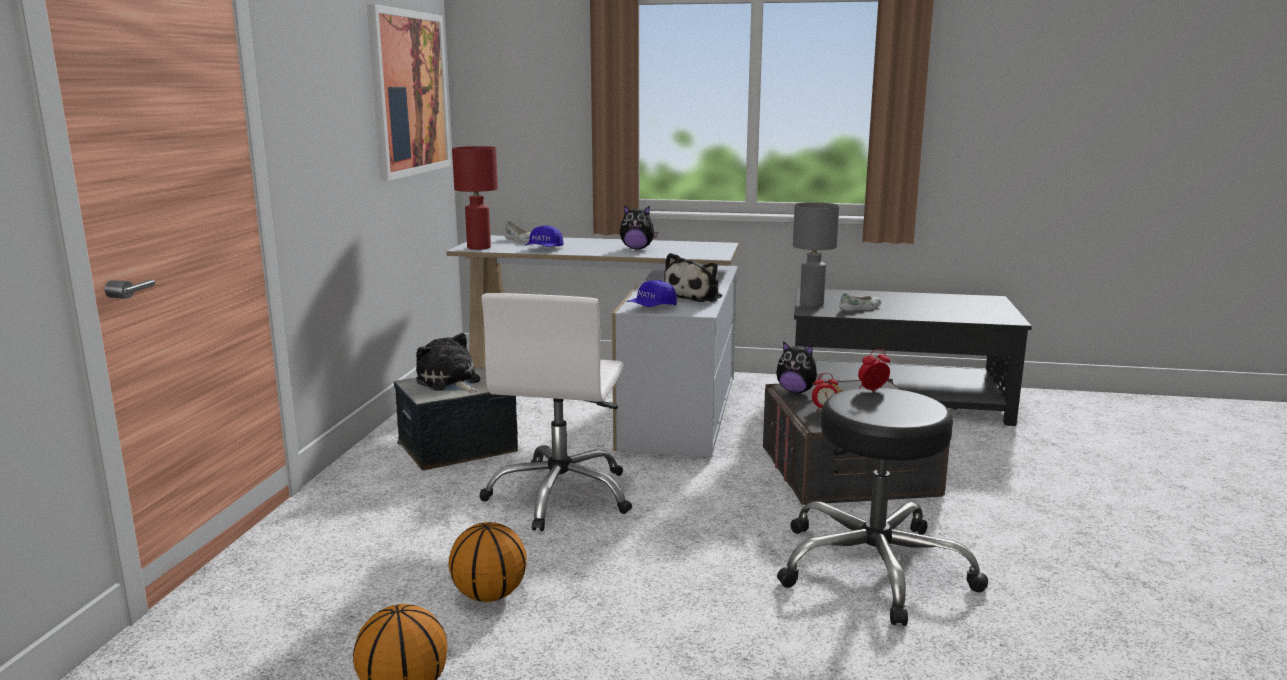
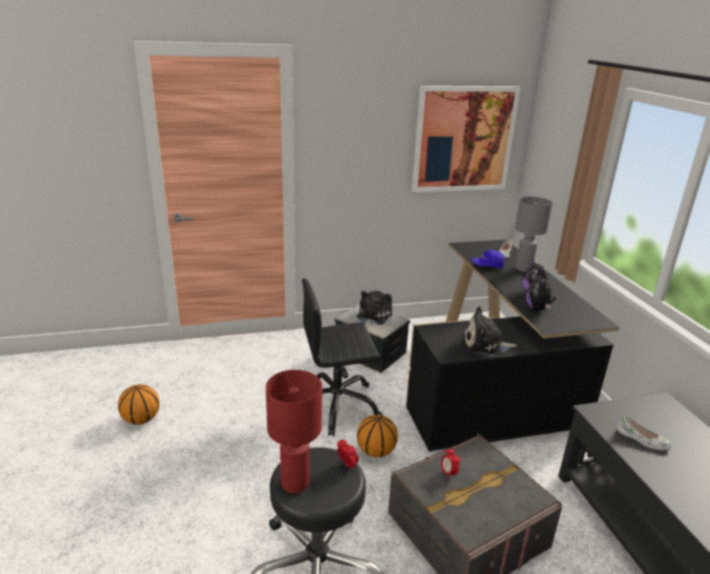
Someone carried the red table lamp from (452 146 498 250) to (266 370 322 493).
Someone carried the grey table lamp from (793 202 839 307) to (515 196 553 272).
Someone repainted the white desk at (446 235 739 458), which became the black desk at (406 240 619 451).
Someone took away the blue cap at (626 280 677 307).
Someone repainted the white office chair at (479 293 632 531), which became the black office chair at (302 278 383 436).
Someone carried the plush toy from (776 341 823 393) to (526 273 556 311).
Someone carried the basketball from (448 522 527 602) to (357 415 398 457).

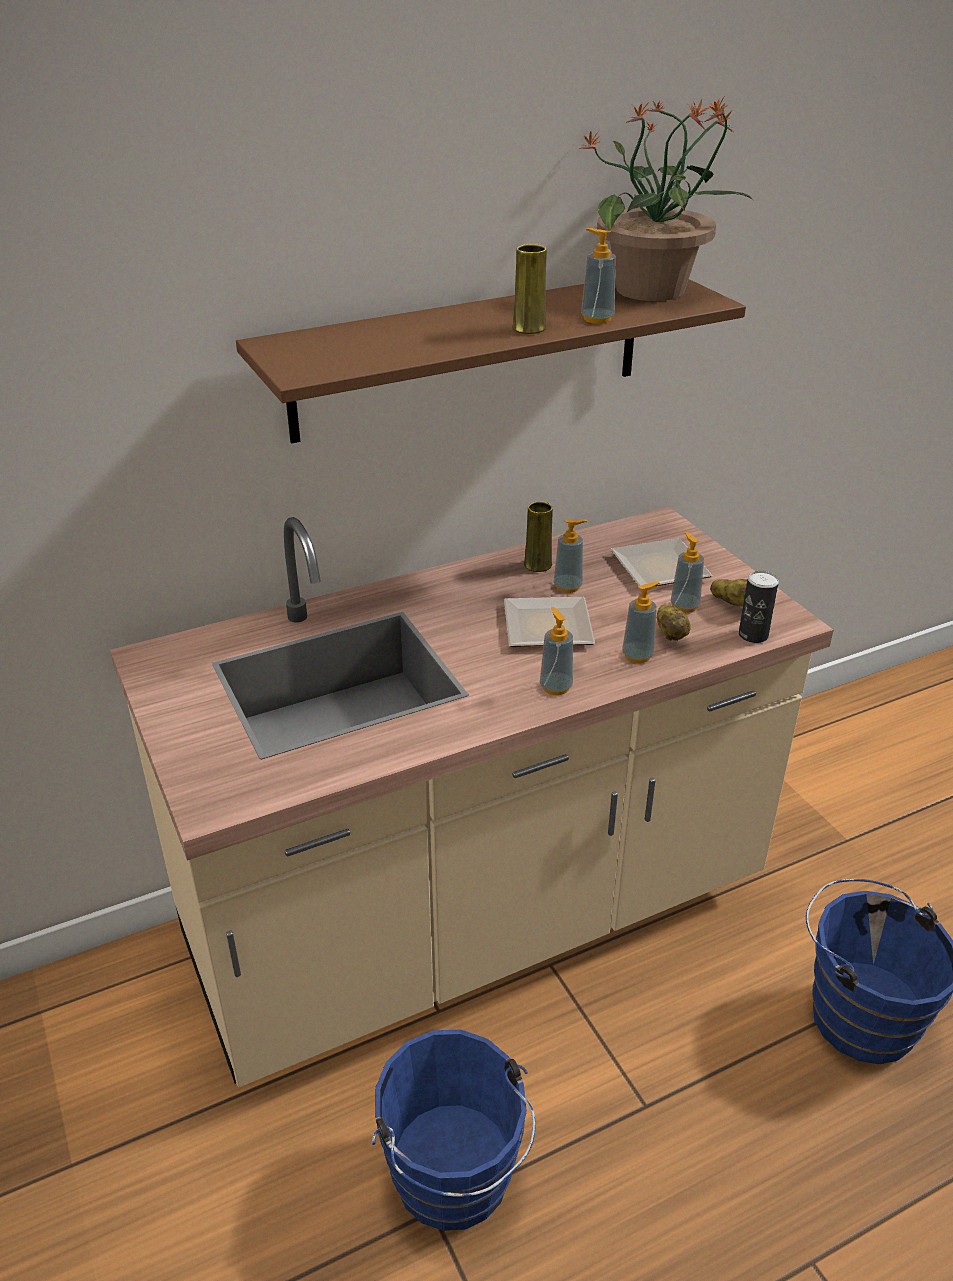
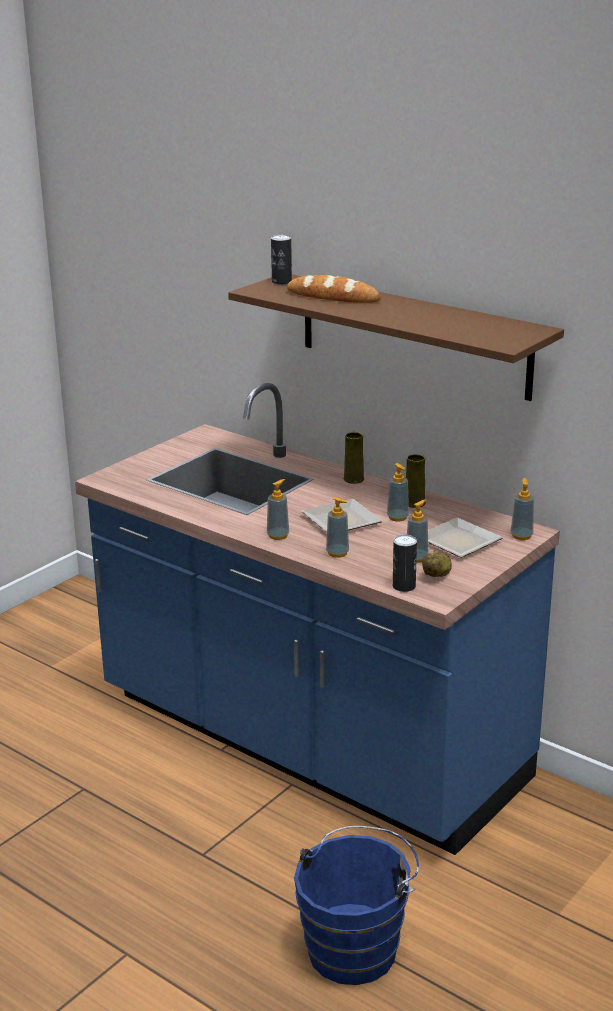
Someone took away the potted plant at (578 97 753 301).
Someone carried the soap dispenser from (581 228 616 324) to (510 478 534 540).
Someone carried the yellow vase from (512 244 547 334) to (344 432 364 484).
Someone repainted the beige counter at (110 507 834 1087), which became the blue counter at (75 383 560 855).
Someone took away the potato at (656 604 691 641).
Someone took away the blue bucket at (372 1030 535 1231).
Someone put down the can at (271 234 292 285).
Someone put down the bread at (287 275 381 303).

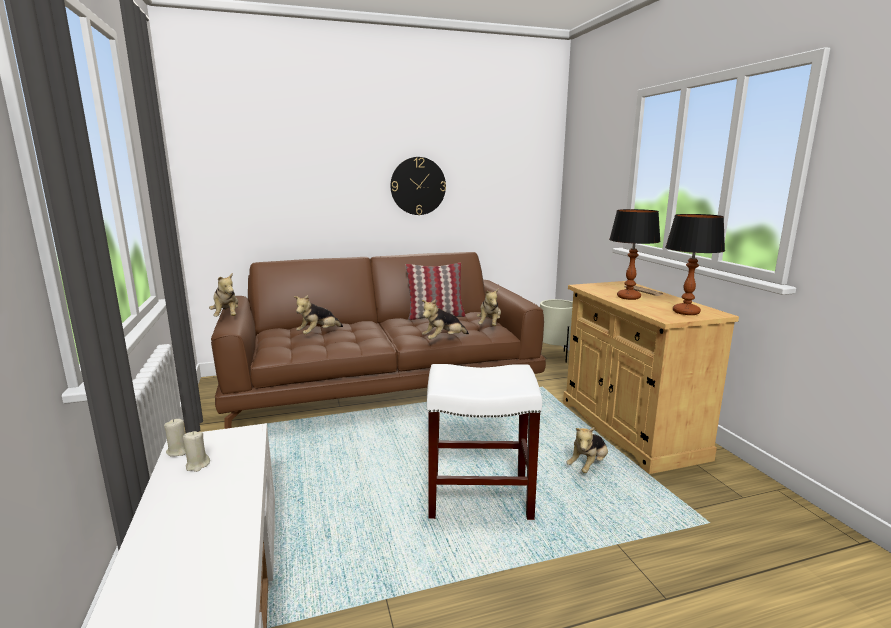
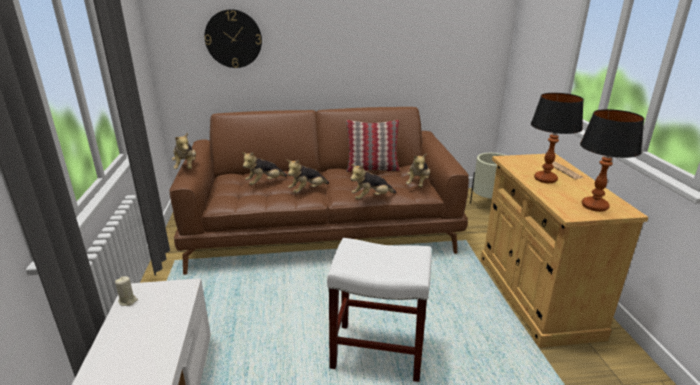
Someone carried the wall clock from (390 157 446 215) to (204 9 262 68).
Someone carried the plush toy from (566 427 608 473) to (287 160 329 193).
Someone took away the beige candle at (183 431 210 472).

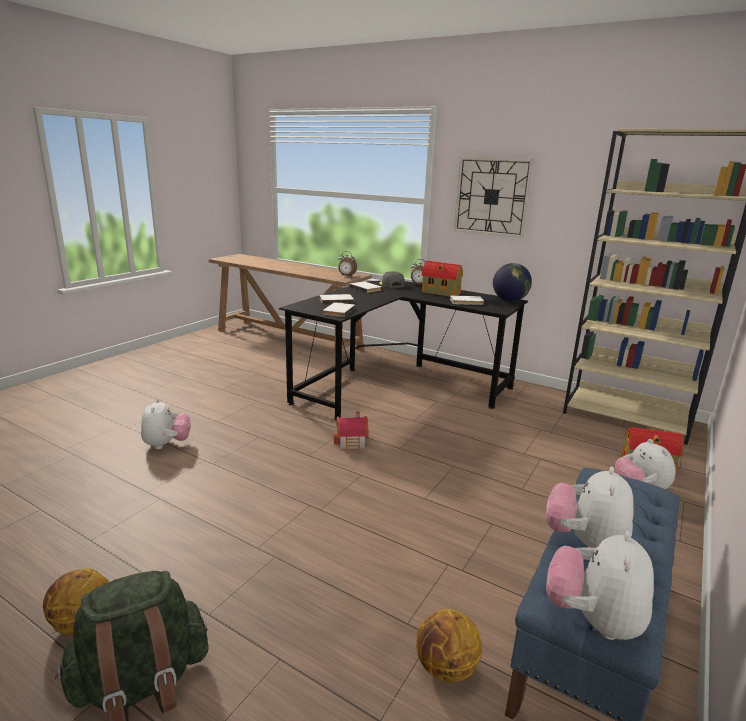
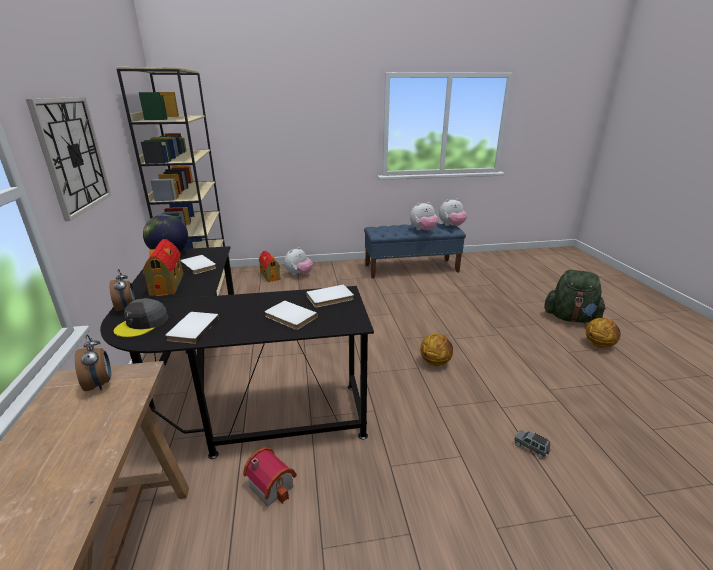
Someone swapped the plush toy at (141 399 191 450) for the grey toy car at (514 431 551 459).
Someone carried the toy house from (334 411 368 453) to (243 447 297 507).
Someone carried the basketball from (416 609 481 683) to (420 334 453 366).

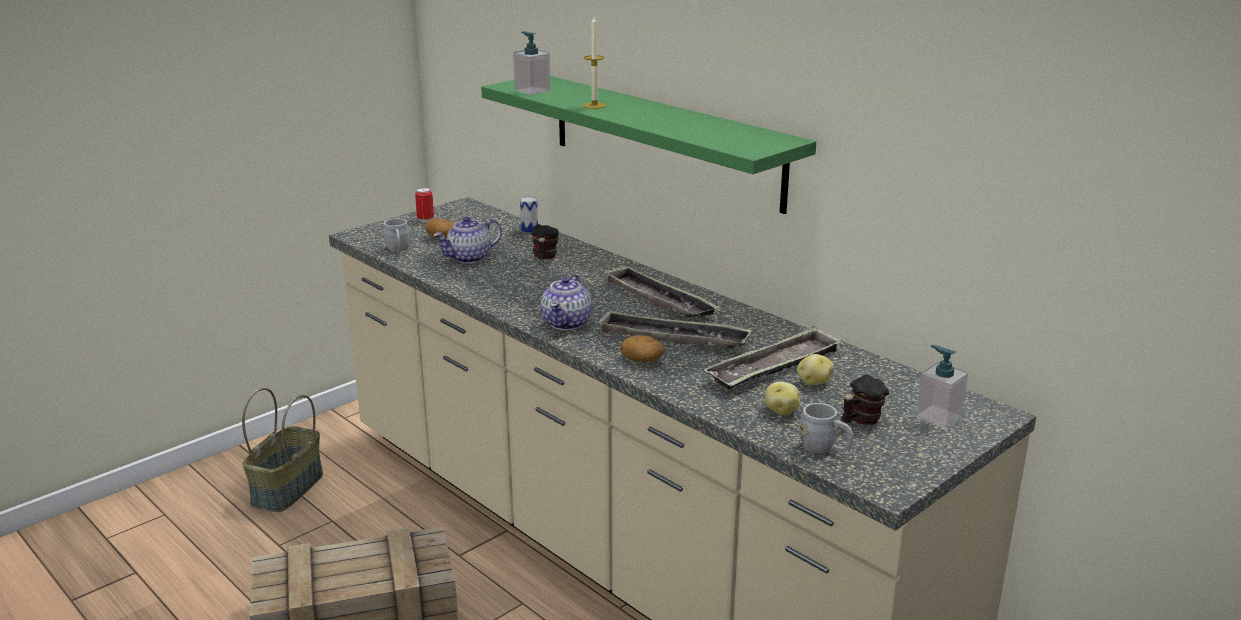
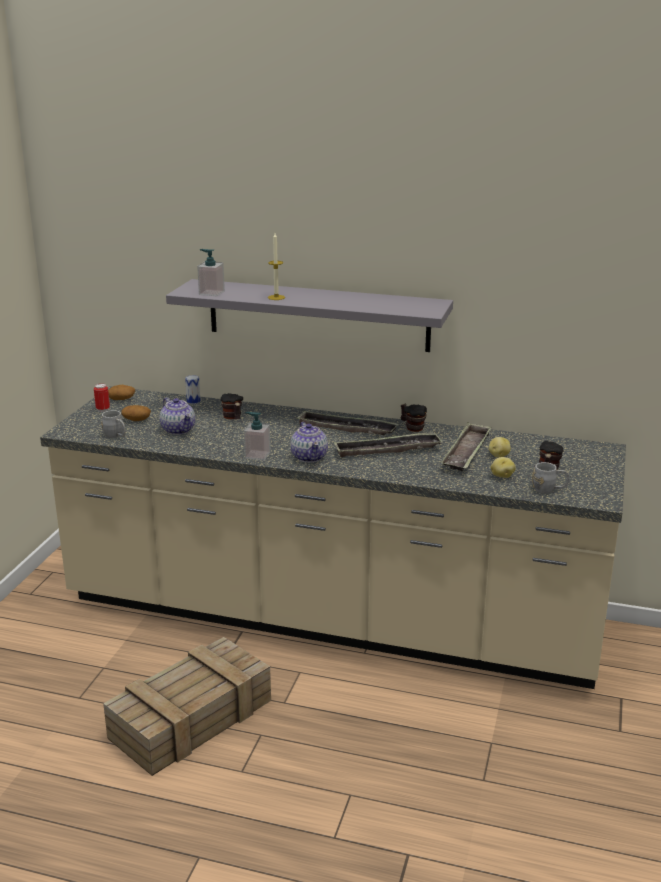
Someone repainted the green shelf at (481 76 816 214), which became the grey shelf at (166 279 453 352).
Someone rotated the teapot at (434 217 502 263) by 60 degrees counterclockwise.
Someone carried the potato from (621 335 665 362) to (108 385 135 400).
Someone carried the soap dispenser from (916 345 968 428) to (244 412 270 460).
Someone took away the basket at (242 388 323 512).
Someone put down the mug at (401 404 427 432).

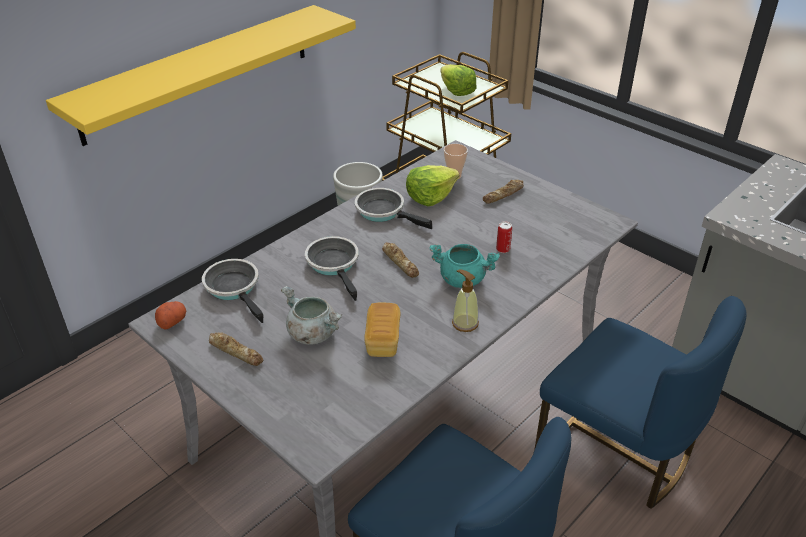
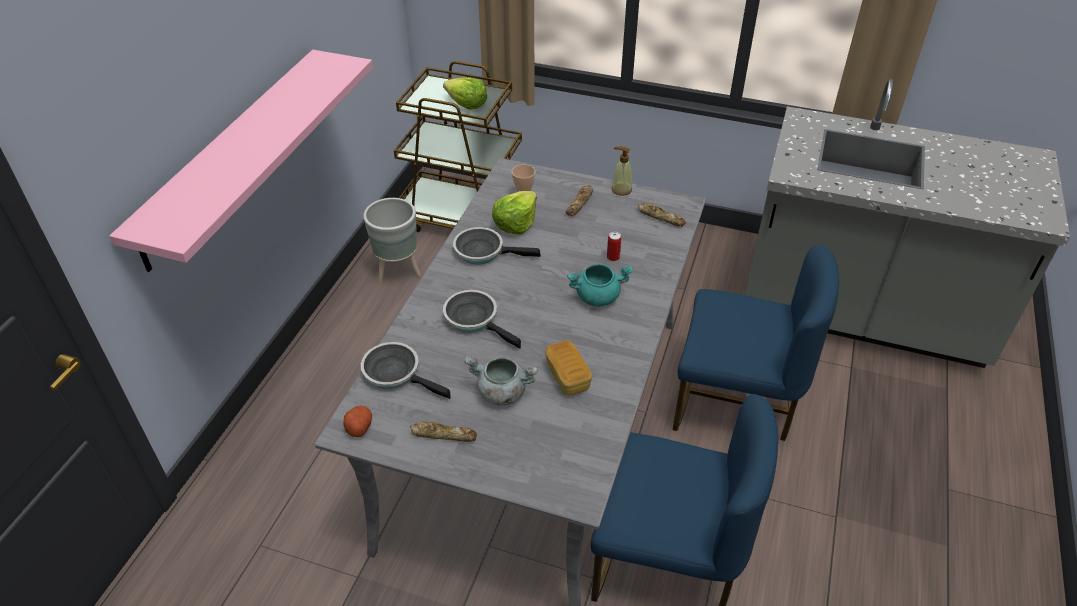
Someone repainted the yellow shelf at (46 5 356 146), which became the pink shelf at (109 50 373 272).
Someone carried the bread from (382 242 419 278) to (638 203 686 227).
Someone carried the soap dispenser from (452 269 479 332) to (611 146 632 196).

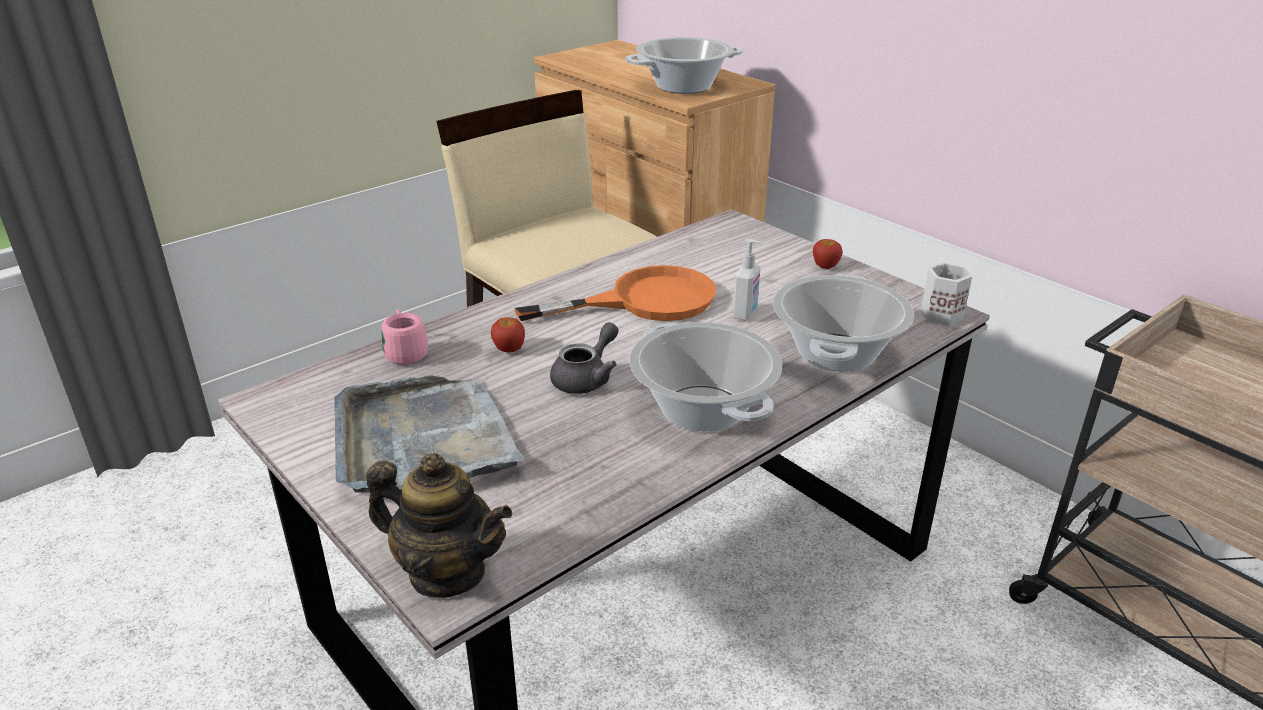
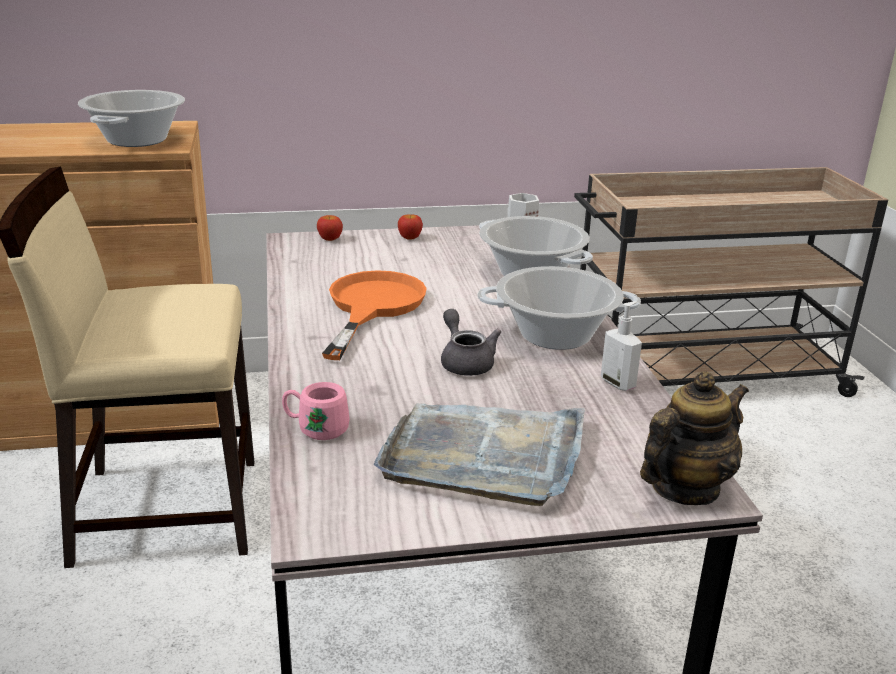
Someone carried the soap dispenser from (733 239 762 320) to (601 301 642 391).
Someone carried the apple from (491 317 525 352) to (317 215 343 241).

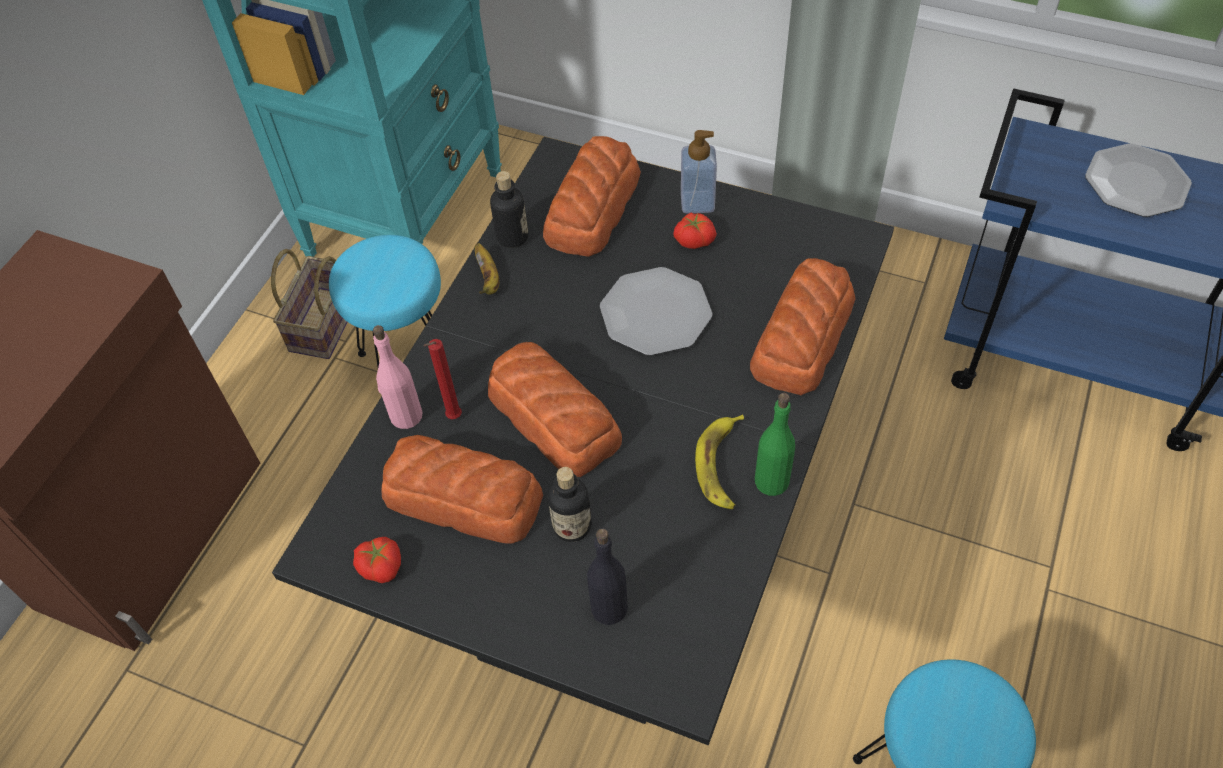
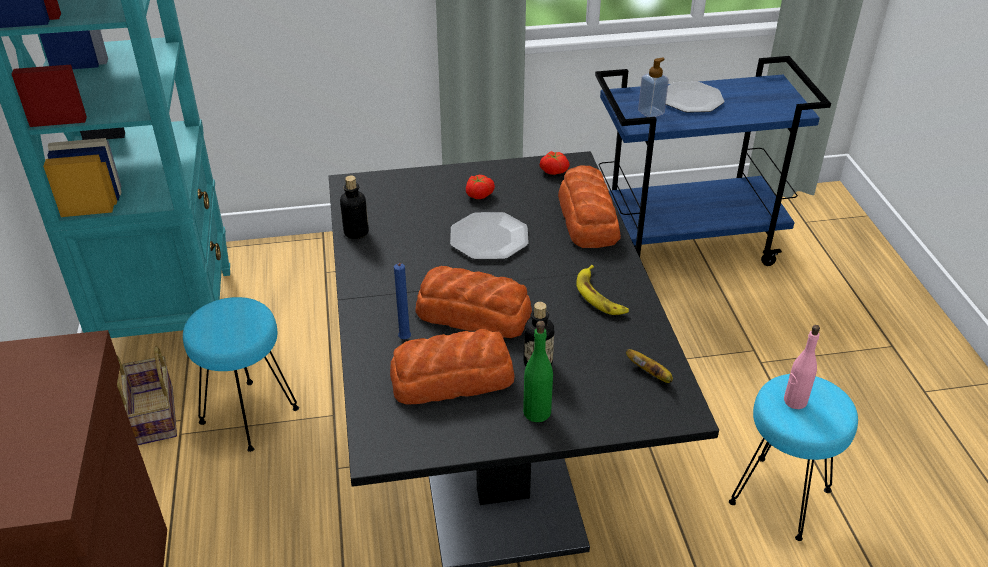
Someone carried the soap dispenser from (681 130 717 214) to (638 57 669 117).
Someone took away the bread at (543 136 641 257).
Someone carried the banana from (475 243 499 295) to (626 349 673 383).
Someone carried the pink bottle from (373 325 423 429) to (784 325 820 409).
Someone repainted the red candle at (424 339 462 419), which became the blue candle at (394 263 411 339).
Someone carried the green bottle from (755 393 795 496) to (523 321 553 422).
Someone took away the black bottle at (587 529 628 625).
Someone carried the tomato from (353 537 401 583) to (540 151 570 175).

